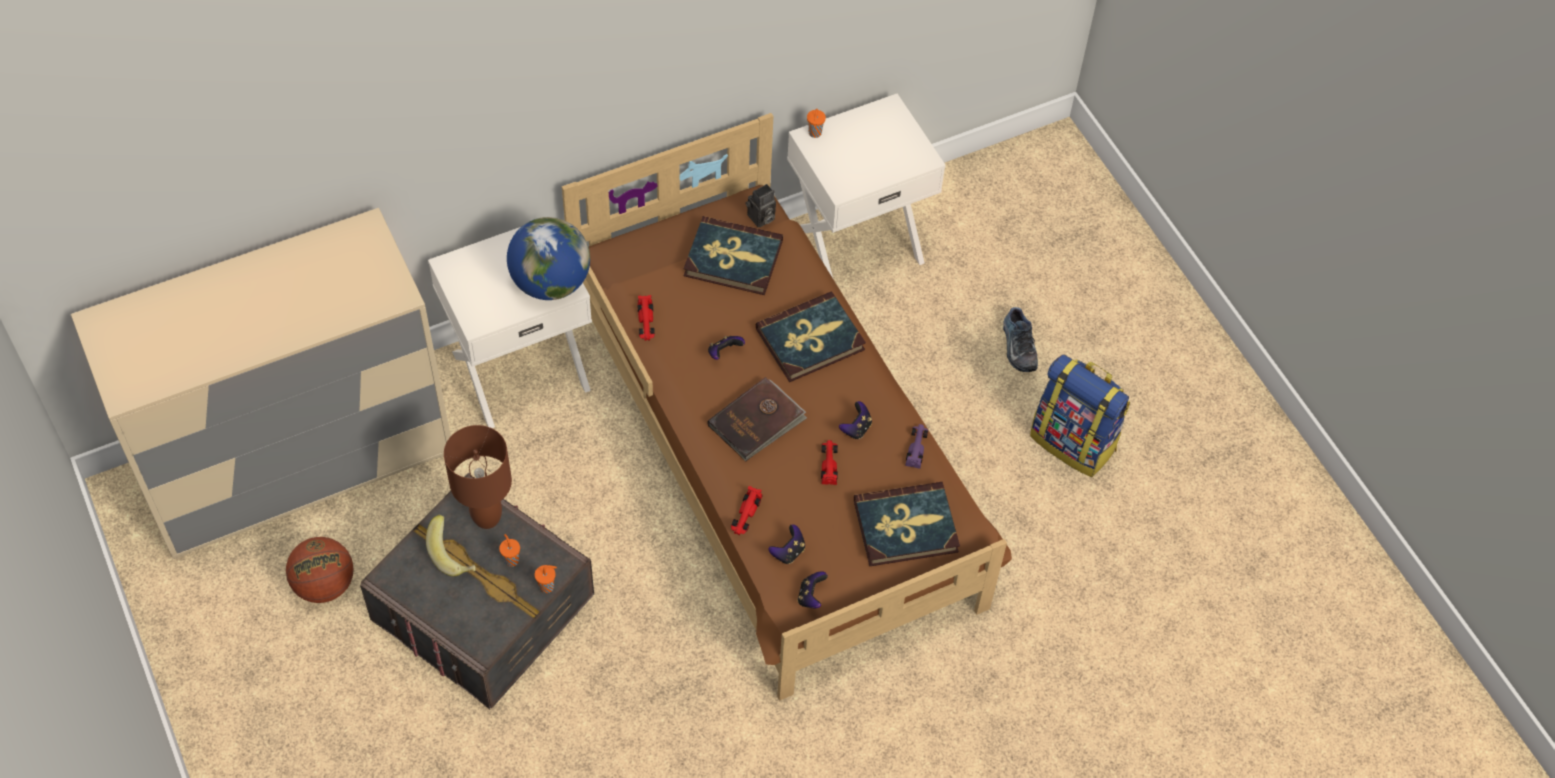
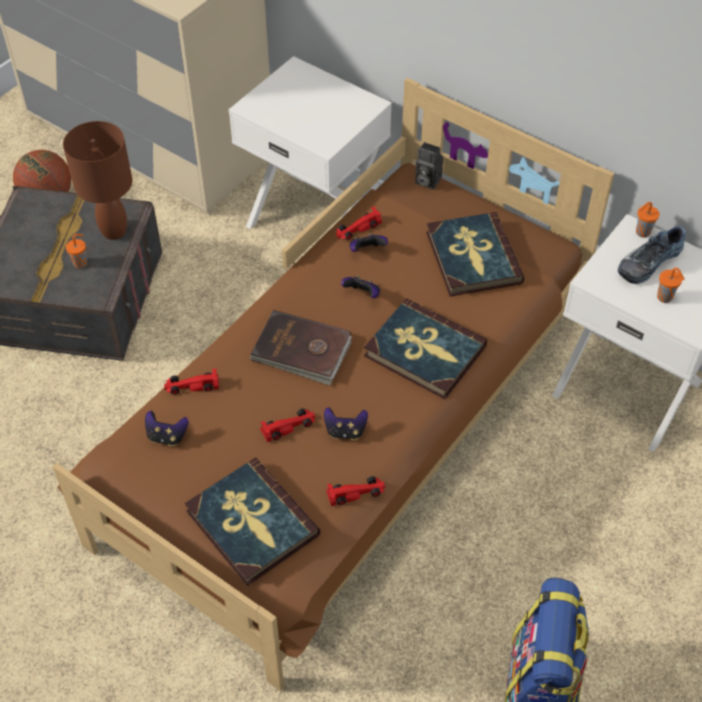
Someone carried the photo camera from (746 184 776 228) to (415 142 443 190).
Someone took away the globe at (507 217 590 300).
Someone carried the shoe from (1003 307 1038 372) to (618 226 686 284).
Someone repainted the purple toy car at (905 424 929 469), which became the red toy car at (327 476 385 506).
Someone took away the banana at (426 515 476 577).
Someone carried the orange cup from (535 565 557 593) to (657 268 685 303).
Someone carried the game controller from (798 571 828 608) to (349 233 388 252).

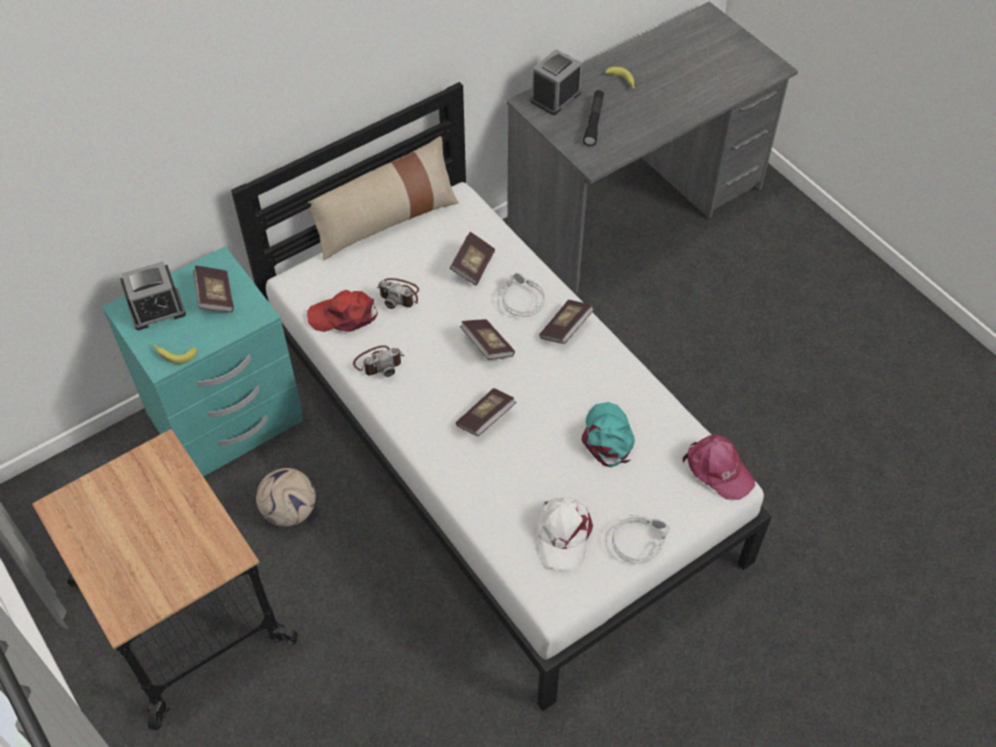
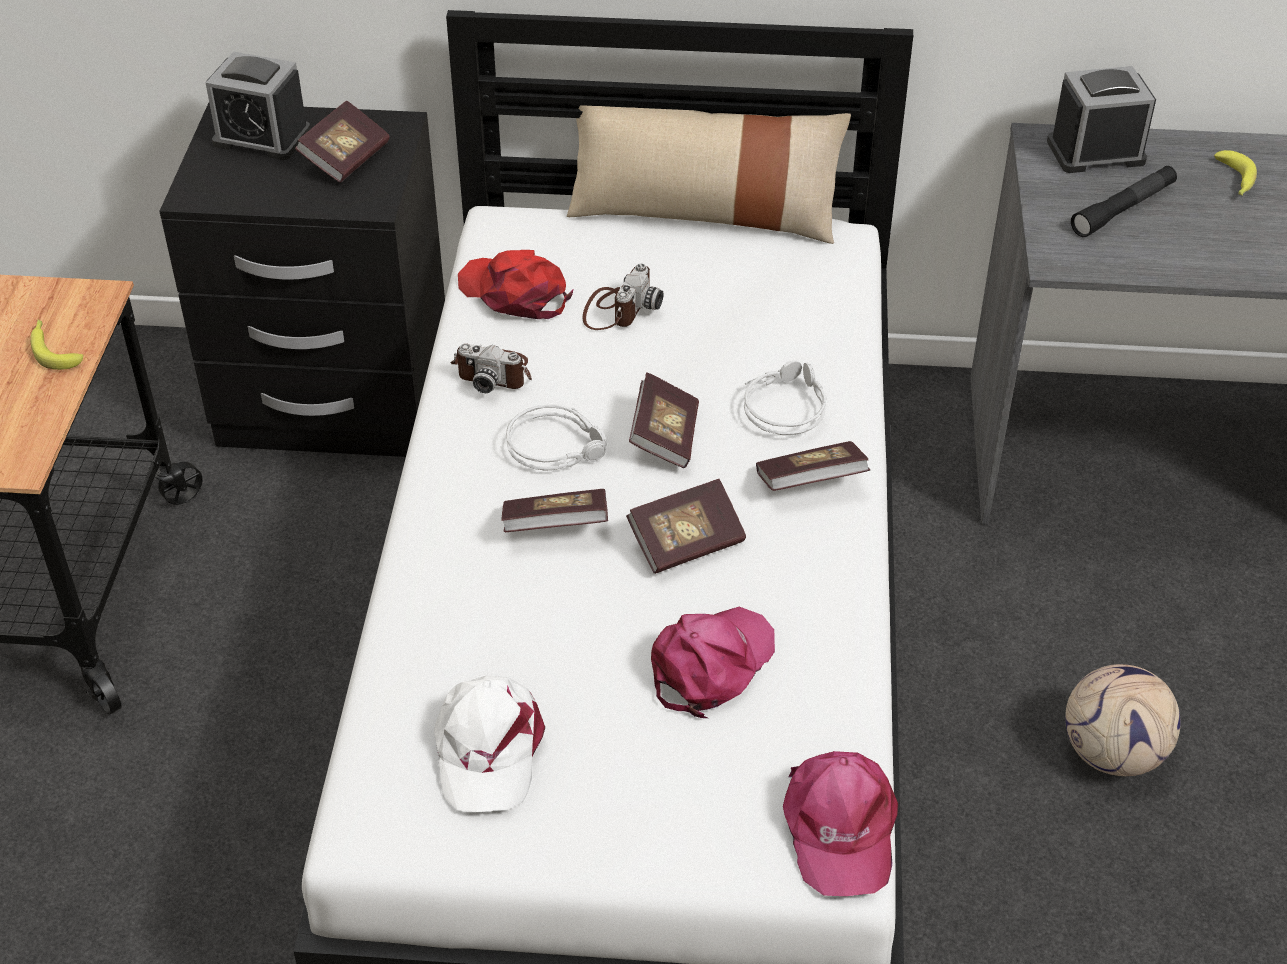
Someone carried the book from (450 232 495 286) to (626 479 746 574).
Someone repainted the turquoise nightstand at (102 246 303 477), which became the black nightstand at (159 103 445 457).
Someone rotated the photo camera at (377 278 419 309) by 135 degrees counterclockwise.
Someone carried the banana from (152 344 197 364) to (30 320 83 370).
Someone repainted the turquoise cap at (581 402 635 467), which became the pink cap at (651 607 775 718).
Someone carried the football from (256 468 316 527) to (1065 664 1181 776).
Someone rotated the white cap at (537 498 593 569) by 45 degrees counterclockwise.
Someone carried the grey headphones from (612 514 670 564) to (506 405 607 471).

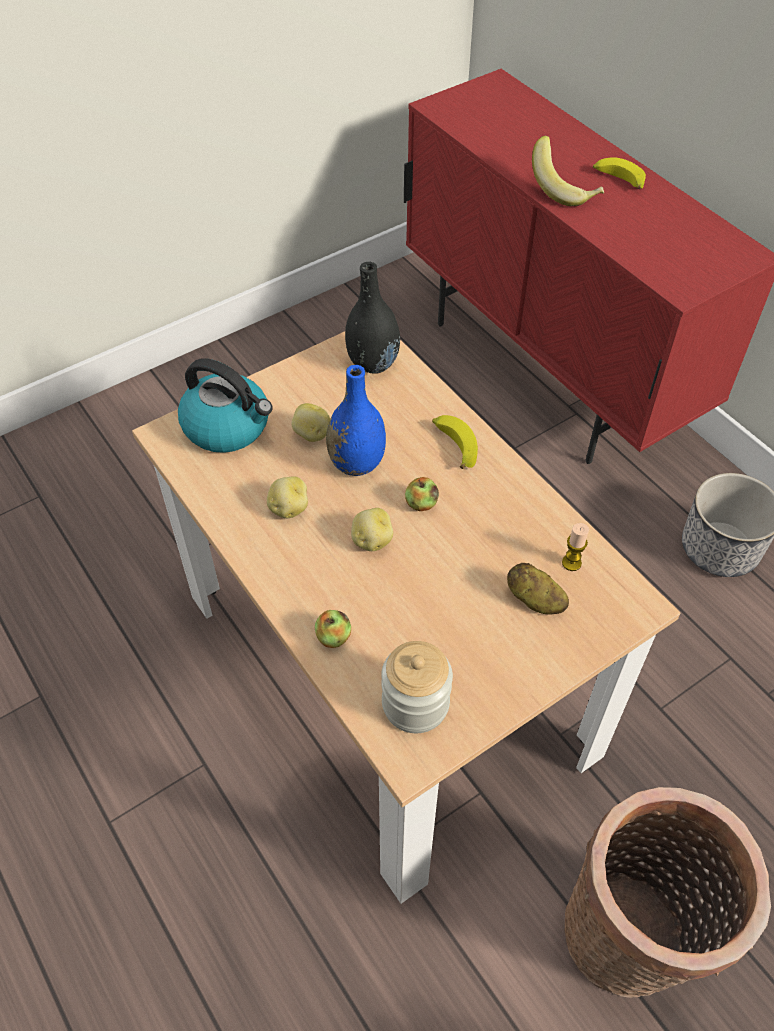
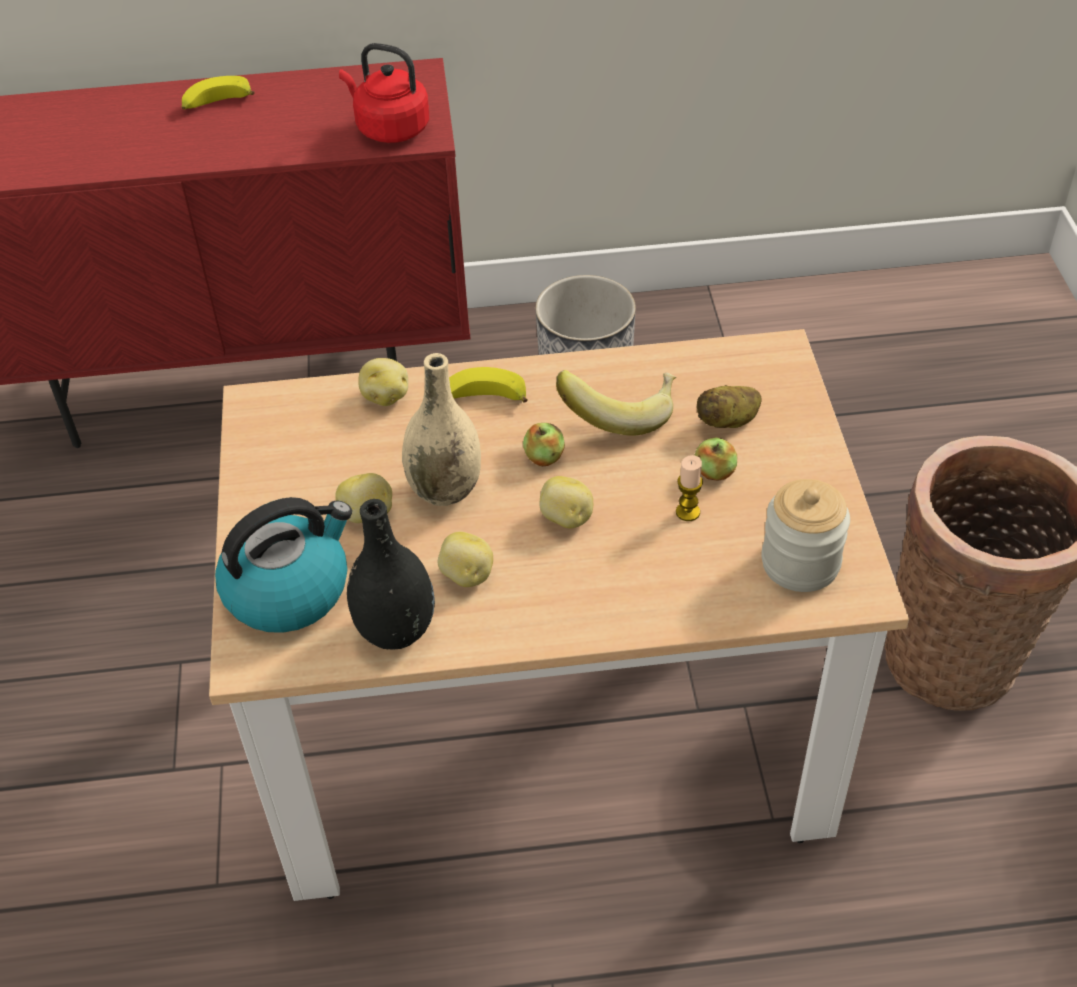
Someone carried the banana from (532 136 604 206) to (556 370 676 436).
Someone carried the black vase from (345 262 400 374) to (347 499 435 650).
Someone repainted the blue vase at (326 365 386 476), which became the beige vase at (402 353 481 506).
Someone carried the candle from (562 523 589 571) to (676 455 703 521).
Someone carried the apple from (315 610 351 648) to (695 437 737 481).
Someone put down the red kettle at (339 43 429 143).
Someone put down the potato at (358 358 408 406).

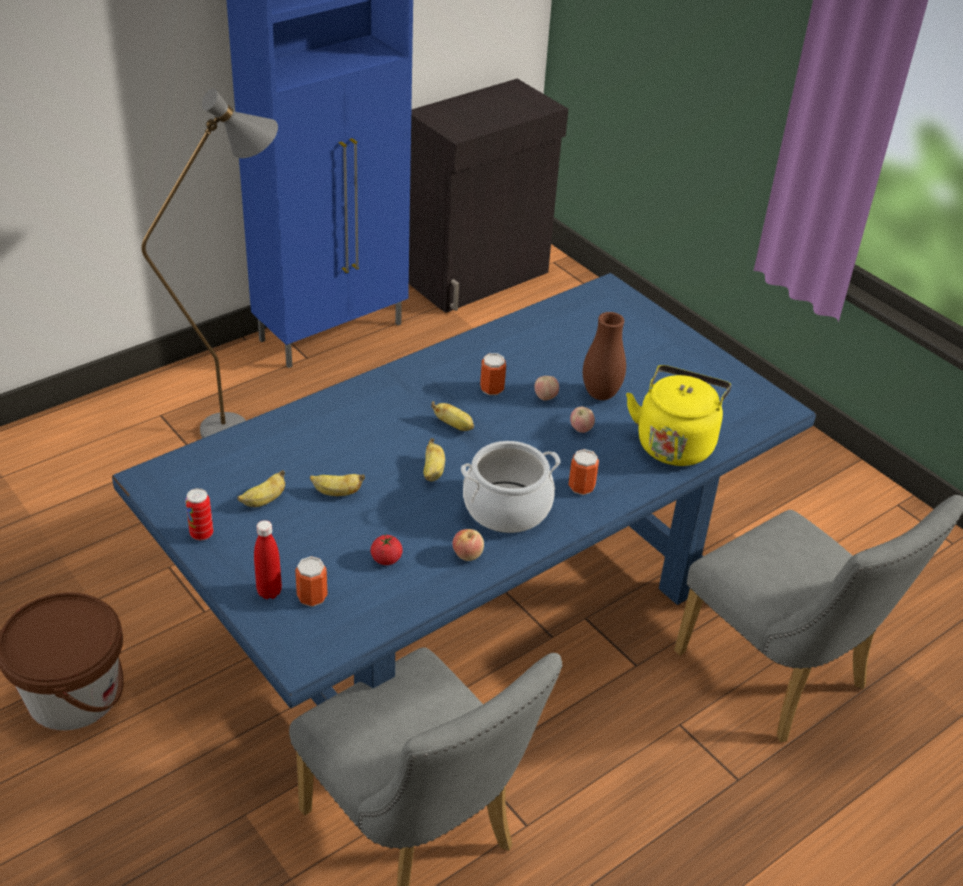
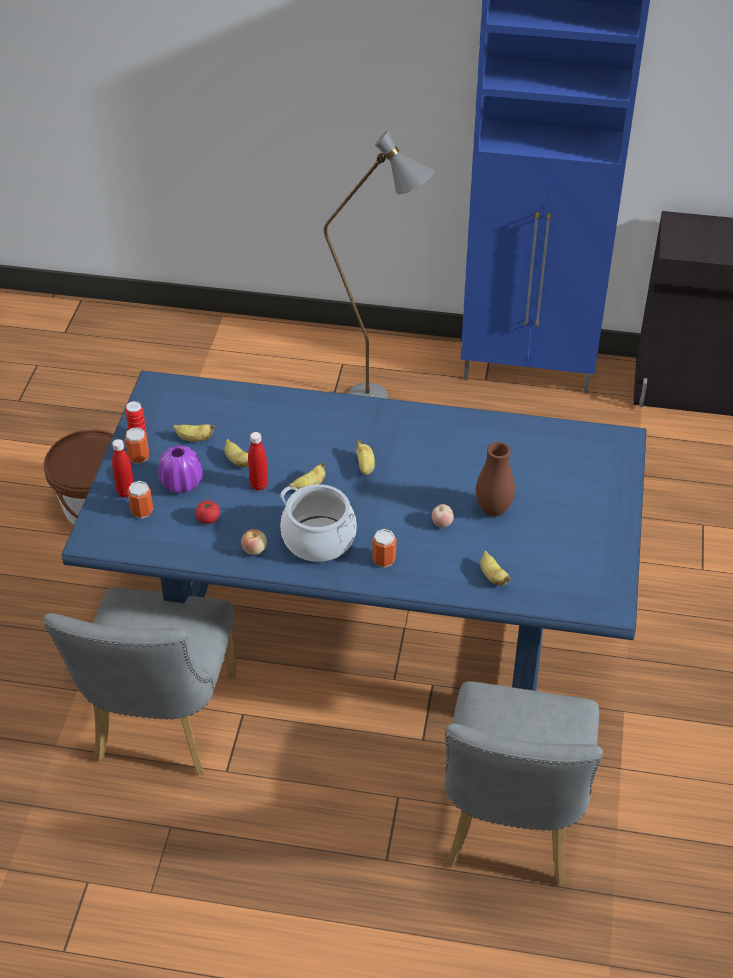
Someone carried the can from (480 353 506 395) to (125 427 149 463).
Someone swapped the yellow kettle at (626 365 732 466) for the banana at (480 551 511 586).
Someone took away the apple at (534 376 559 401).
Someone put down the red bottle at (248 432 268 491).
Someone put down the purple vase at (158 445 203 493).

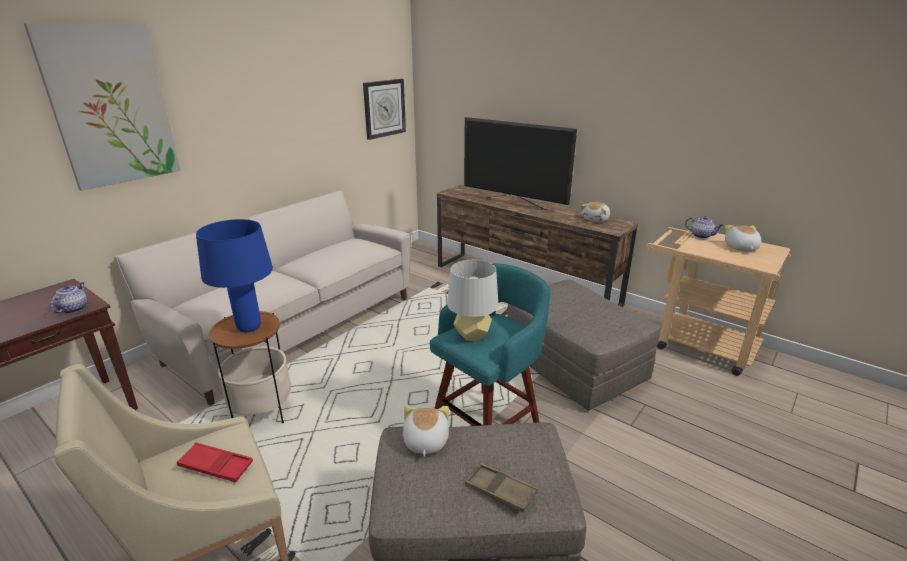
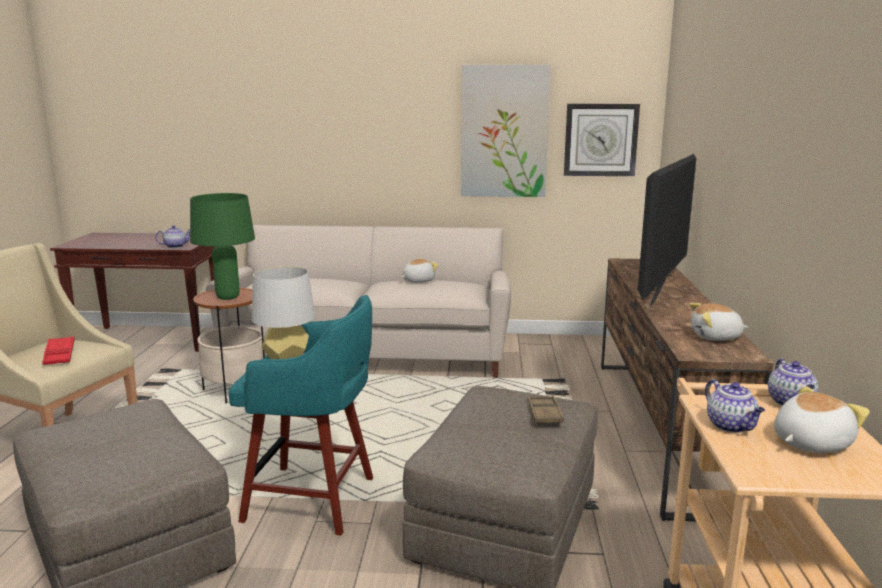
Someone carried the picture from (24 23 181 191) to (461 65 551 197).
Someone rotated the television at (464 117 577 210) by 150 degrees counterclockwise.
Someone repainted the blue table lamp at (196 219 273 332), which became the green table lamp at (190 193 255 300).
Someone carried the plush toy from (403 406 449 457) to (401 258 439 283).
Someone carried the brown tray from (465 463 538 513) to (528 396 564 425).
Someone put down the teapot at (705 379 765 433).

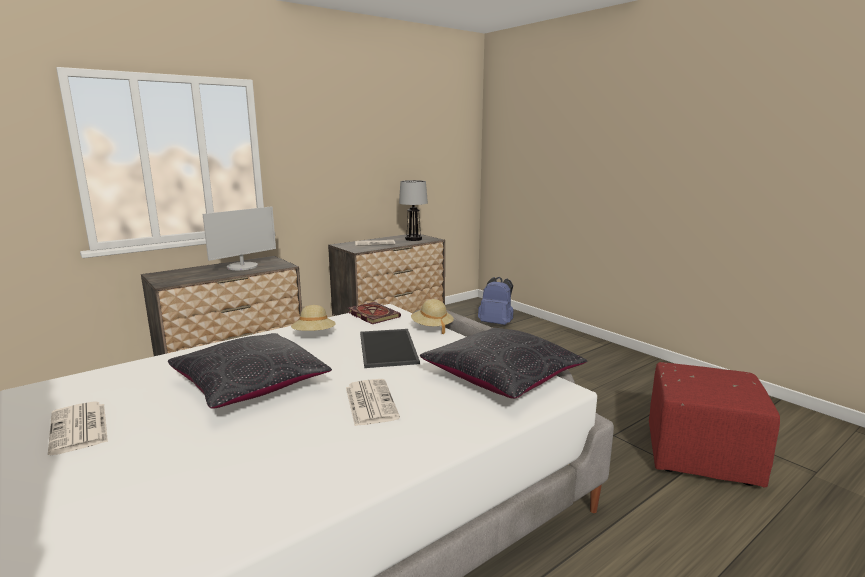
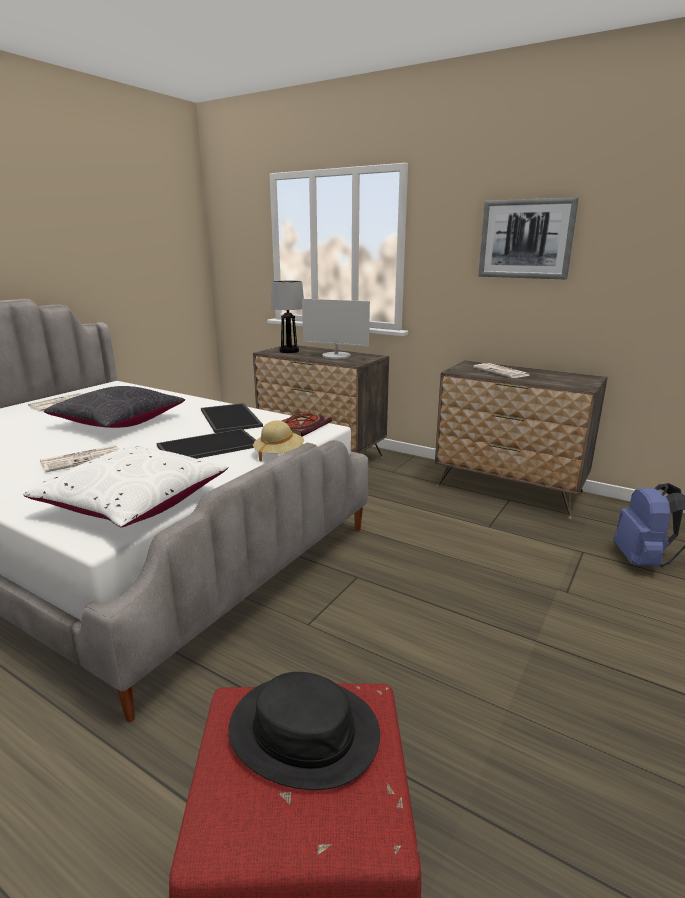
Someone carried the table lamp from (399 180 428 241) to (271 280 304 353).
Someone swapped the beige hat at (291 305 336 331) for the tray at (201 403 263 433).
Someone repainted the black pillow at (420 328 587 399), which became the white pillow at (23 446 228 527).
Someone put up the picture at (478 197 579 279).
Someone put down the black hat at (229 672 380 790).

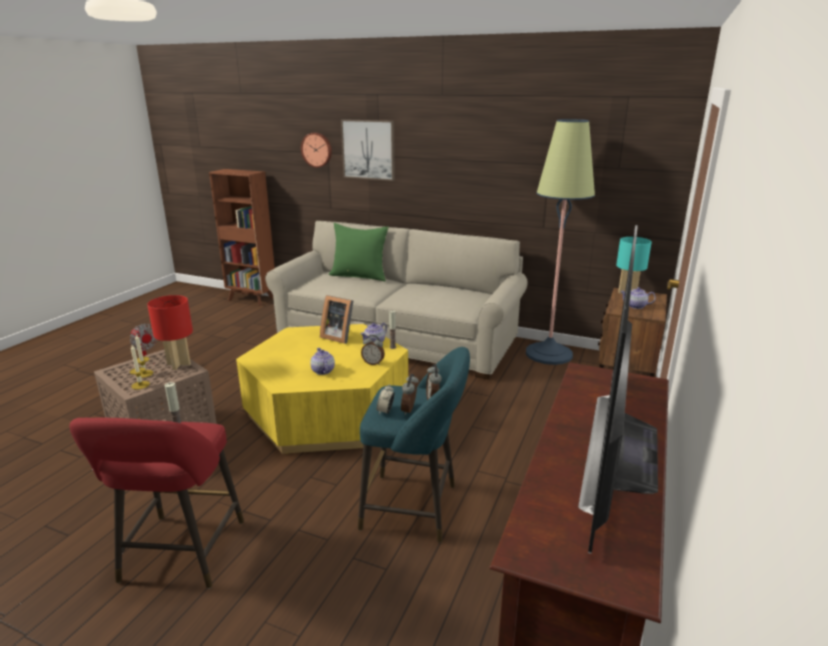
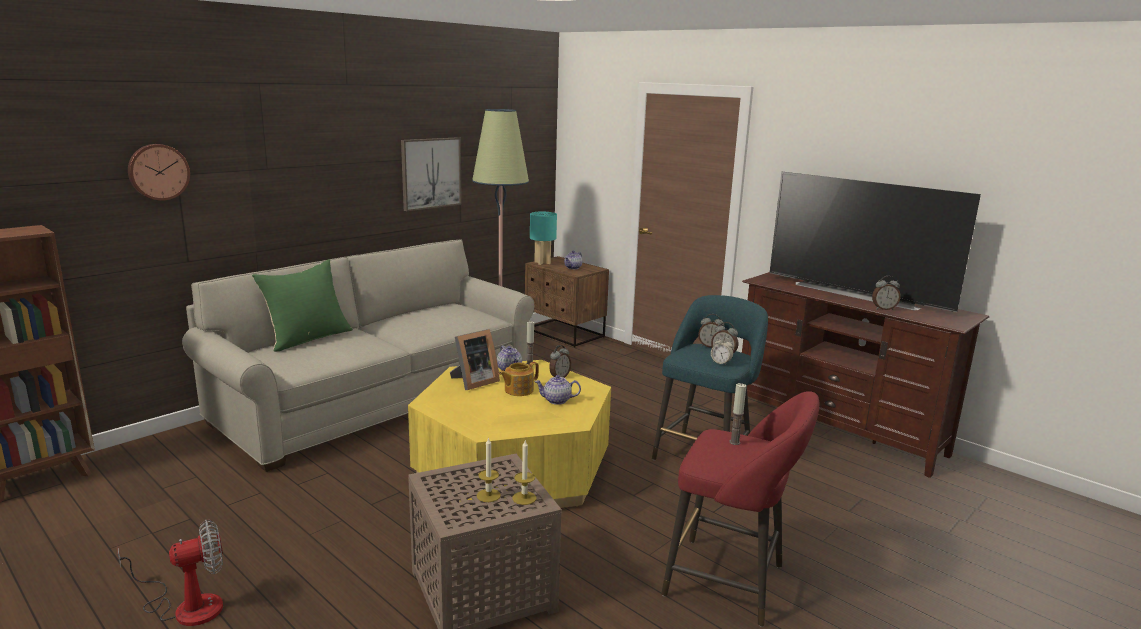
Someone carried the picture from (341 119 395 181) to (401 137 462 211).
Someone took away the red table lamp at (147 295 193 370).
Someone put down the alarm clock at (872 276 901 310).
Someone put down the teapot at (499 362 539 396).

